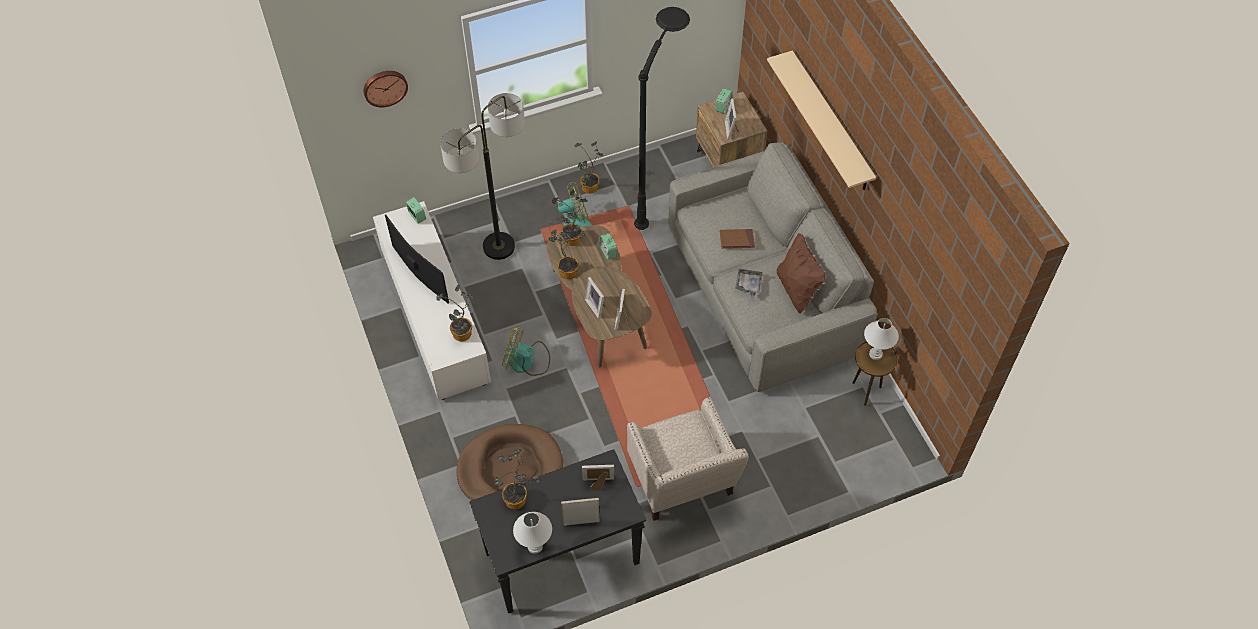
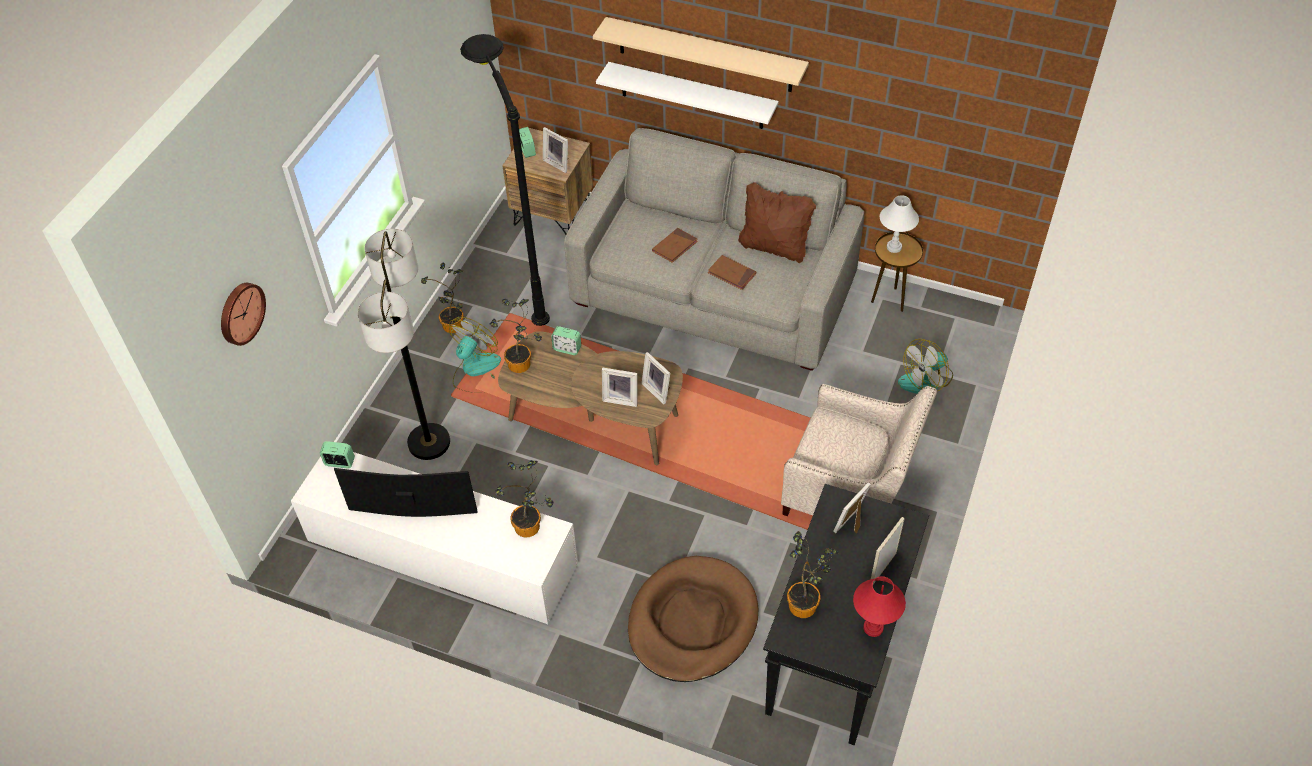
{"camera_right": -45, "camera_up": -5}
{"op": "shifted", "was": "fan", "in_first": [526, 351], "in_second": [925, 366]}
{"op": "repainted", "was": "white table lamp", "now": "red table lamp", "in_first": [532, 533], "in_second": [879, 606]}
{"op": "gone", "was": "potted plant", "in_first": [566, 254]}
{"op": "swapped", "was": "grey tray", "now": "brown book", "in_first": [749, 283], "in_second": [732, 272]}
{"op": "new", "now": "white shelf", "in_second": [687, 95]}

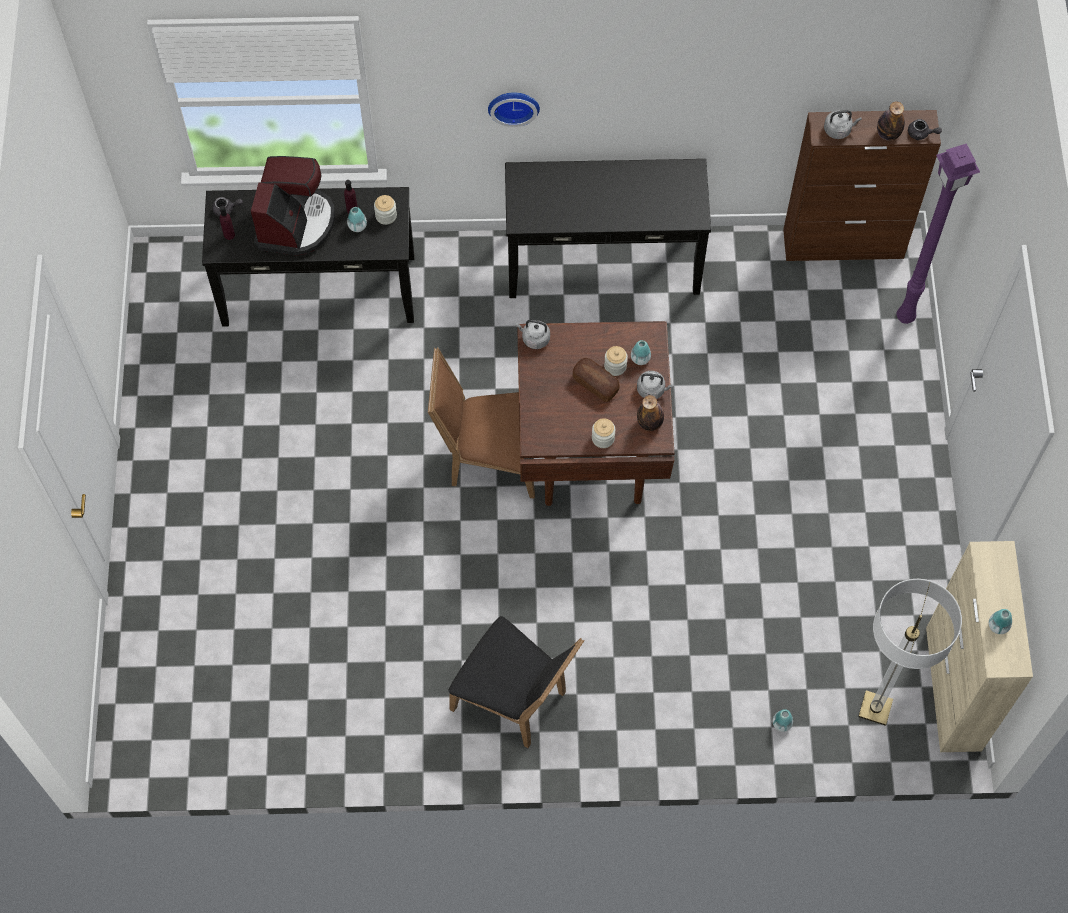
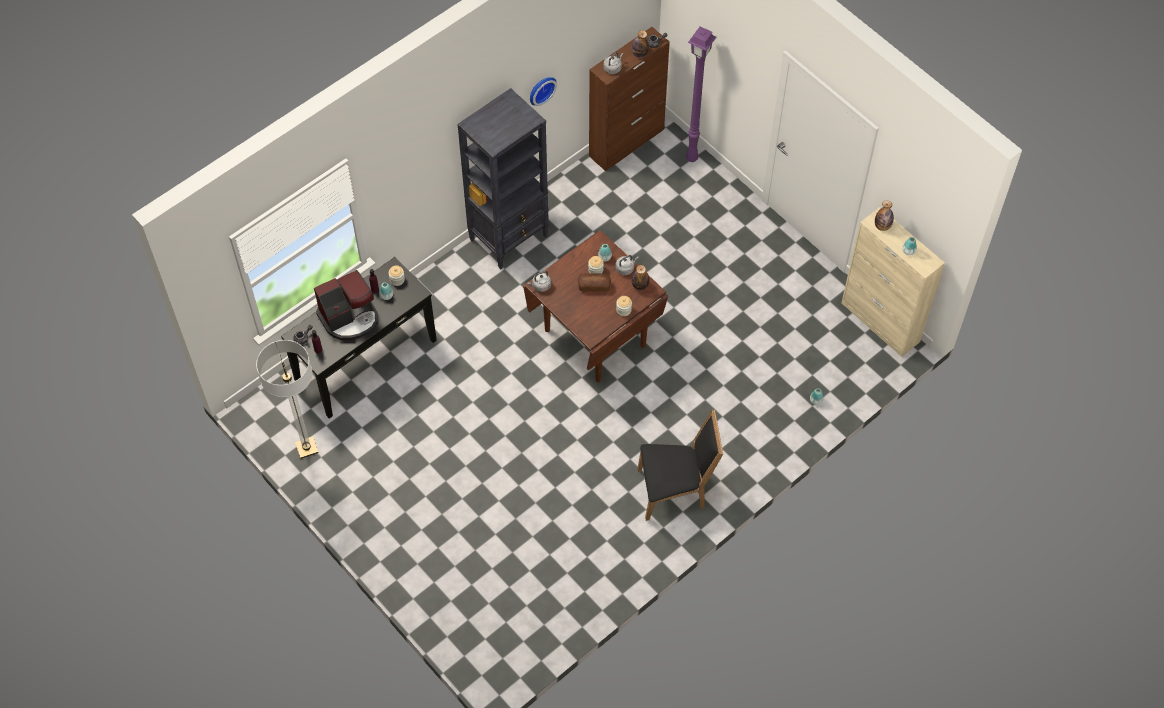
{"camera_right": -40, "camera_up": -5}
{"op": "rotated", "was": "coffee machine", "in_first": [293, 206], "in_second": [346, 305], "clockwise": 90}
{"op": "gone", "was": "brown chair", "in_first": [481, 423]}
{"op": "shifted", "was": "wall clock", "in_first": [514, 110], "in_second": [543, 91]}
{"op": "swapped", "was": "black console table", "now": "black bookcase", "in_first": [608, 228], "in_second": [503, 179]}
{"op": "shifted", "was": "floor lamp", "in_first": [910, 652], "in_second": [287, 399]}
{"op": "new", "now": "bottle", "in_second": [884, 216]}

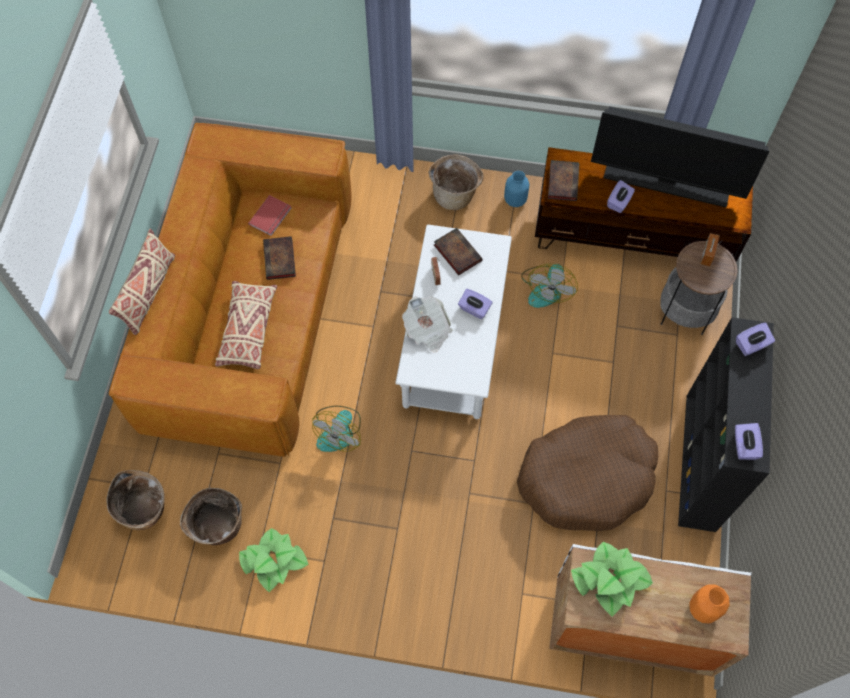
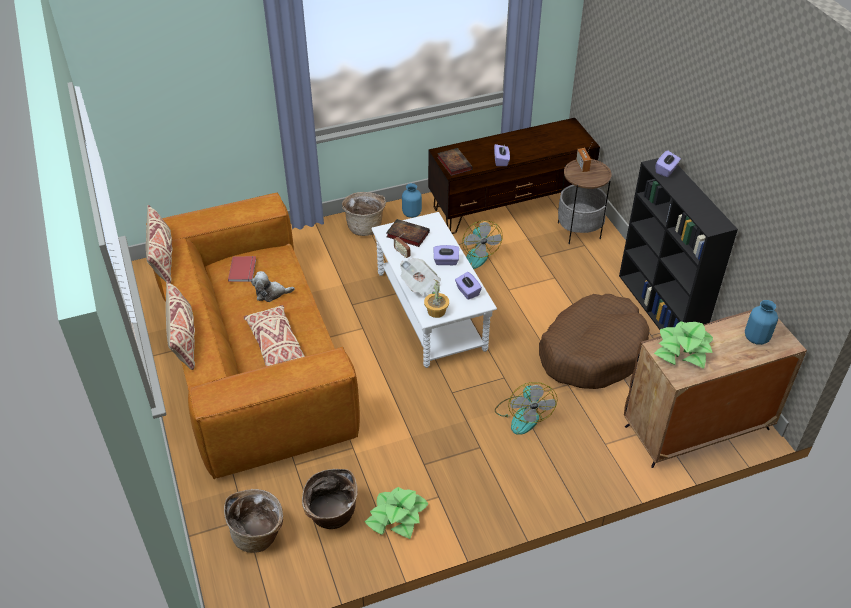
{"camera_right": -30, "camera_up": -20}
{"op": "swapped", "was": "book", "now": "plush toy", "in_first": [279, 258], "in_second": [273, 286]}
{"op": "shifted", "was": "fan", "in_first": [336, 429], "in_second": [526, 408]}
{"op": "repainted", "was": "white cabinet", "now": "brown cabinet", "in_first": [650, 610], "in_second": [715, 389]}
{"op": "gone", "was": "television", "in_first": [680, 156]}
{"op": "repainted", "was": "orange vase", "now": "blue vase", "in_first": [709, 603], "in_second": [761, 322]}
{"op": "shifted", "was": "purple tissue box", "in_first": [749, 441], "in_second": [468, 286]}
{"op": "new", "now": "beige pillow", "in_second": [159, 244]}
{"op": "new", "now": "potted plant", "in_second": [436, 299]}

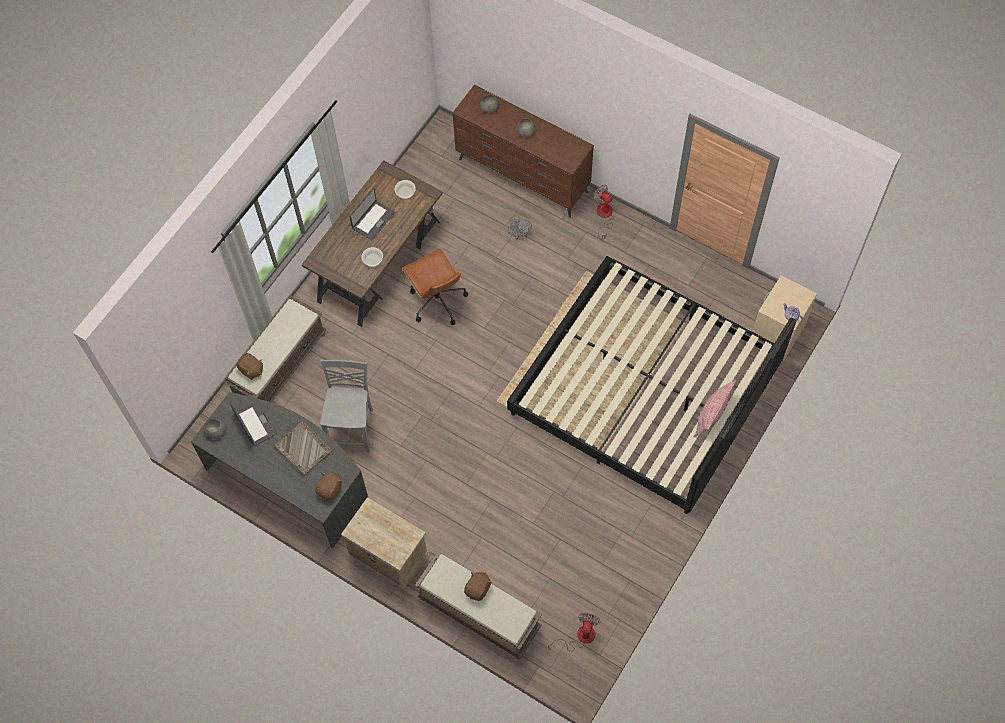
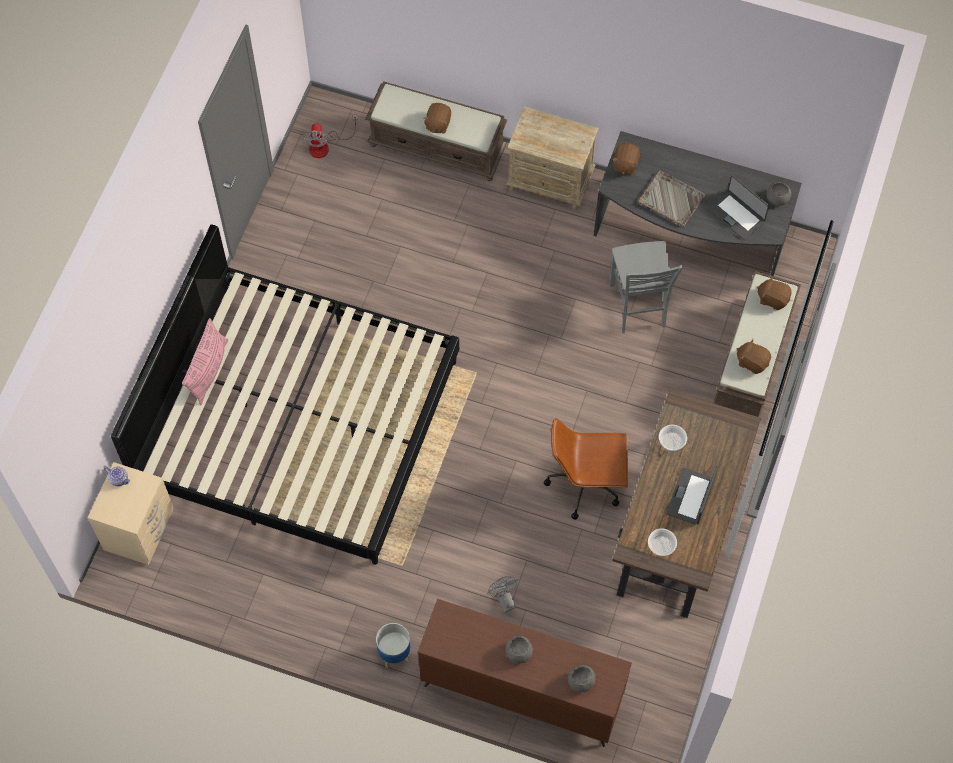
{"camera_right": 165, "camera_up": 0}
{"op": "rotated", "was": "brown office chair", "in_first": [435, 287], "in_second": [586, 469], "clockwise": -45}
{"op": "swapped", "was": "fan", "now": "planter", "in_first": [603, 212], "in_second": [393, 645]}
{"op": "new", "now": "brown plush toy", "in_second": [754, 356]}

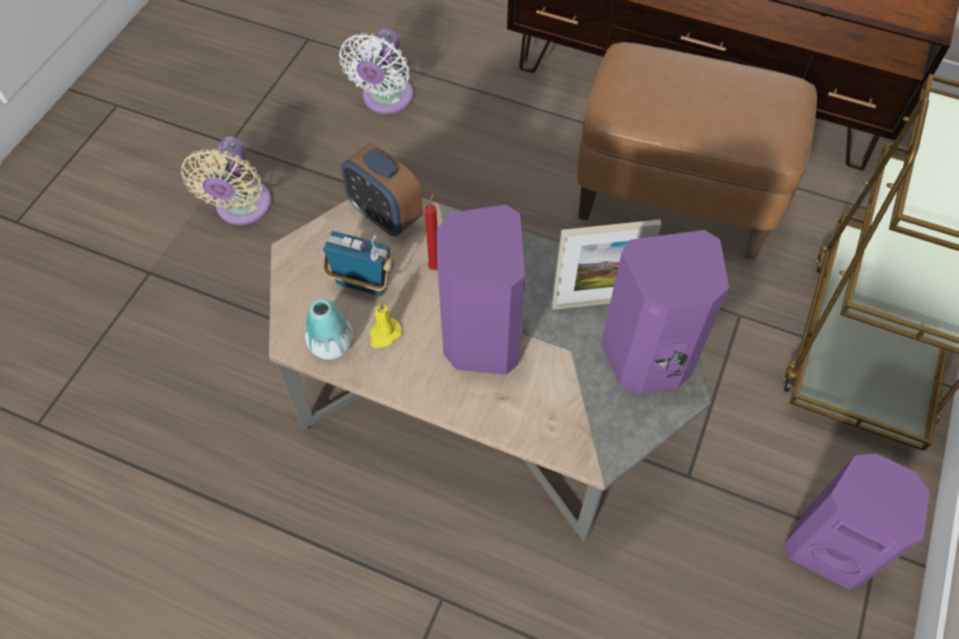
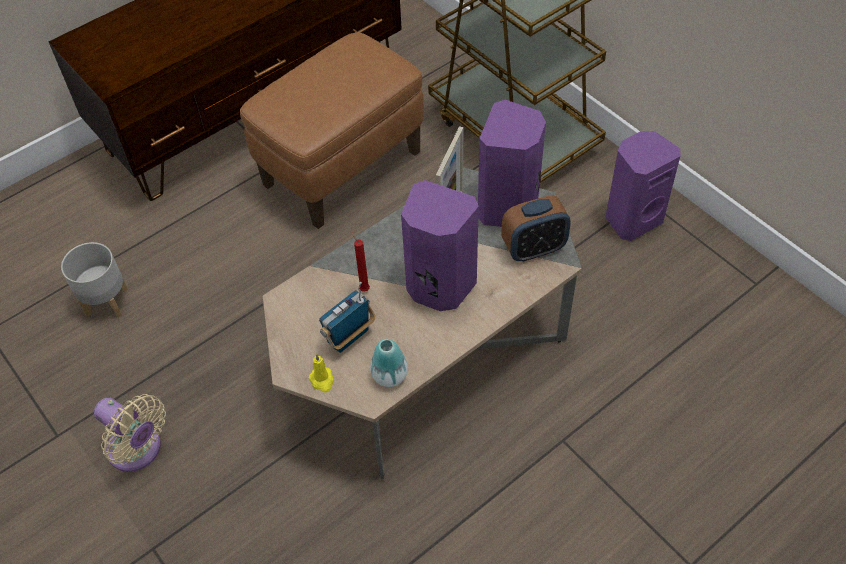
{"camera_right": -60, "camera_up": -5}
{"op": "swapped", "was": "white fan", "now": "grey planter", "in_first": [376, 71], "in_second": [94, 280]}
{"op": "shifted", "was": "alarm clock", "in_first": [382, 189], "in_second": [536, 228]}
{"op": "shifted", "was": "yellow candle", "in_first": [386, 325], "in_second": [321, 373]}

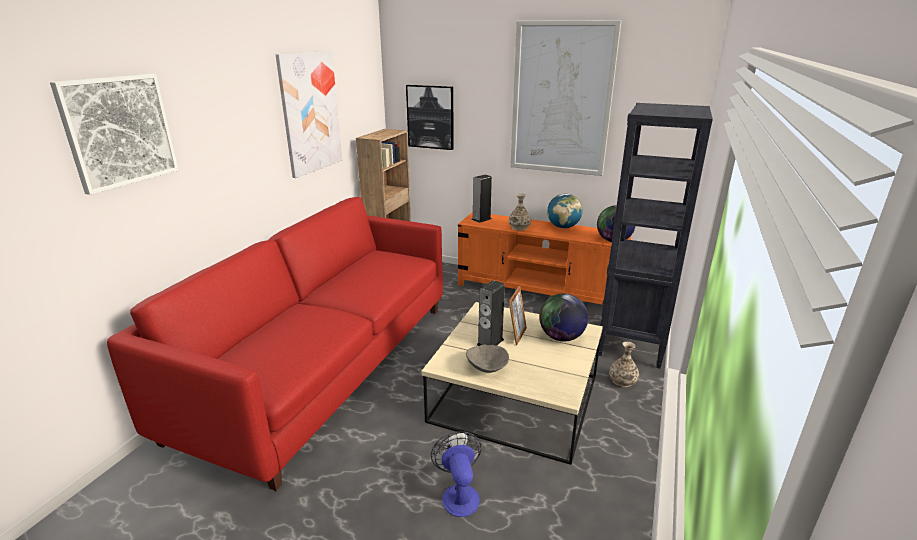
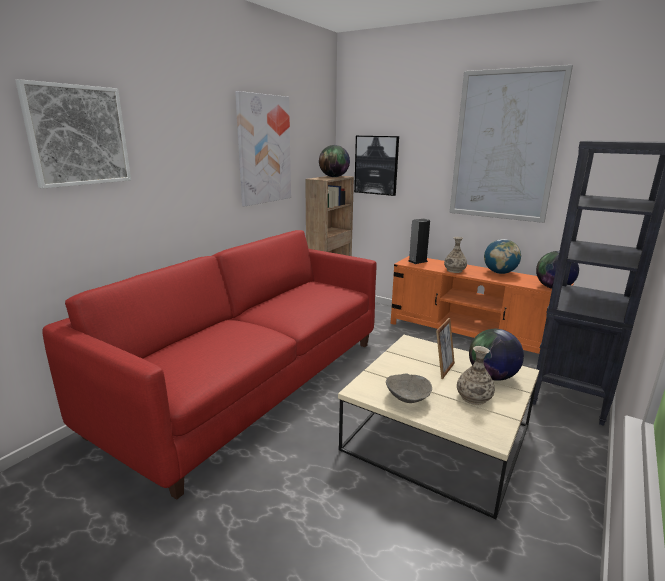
{"camera_right": 10, "camera_up": -5}
{"op": "gone", "was": "fan", "in_first": [456, 474]}
{"op": "gone", "was": "speaker", "in_first": [491, 313]}
{"op": "shifted", "was": "vase", "in_first": [624, 364], "in_second": [476, 375]}
{"op": "new", "now": "globe", "in_second": [334, 161]}

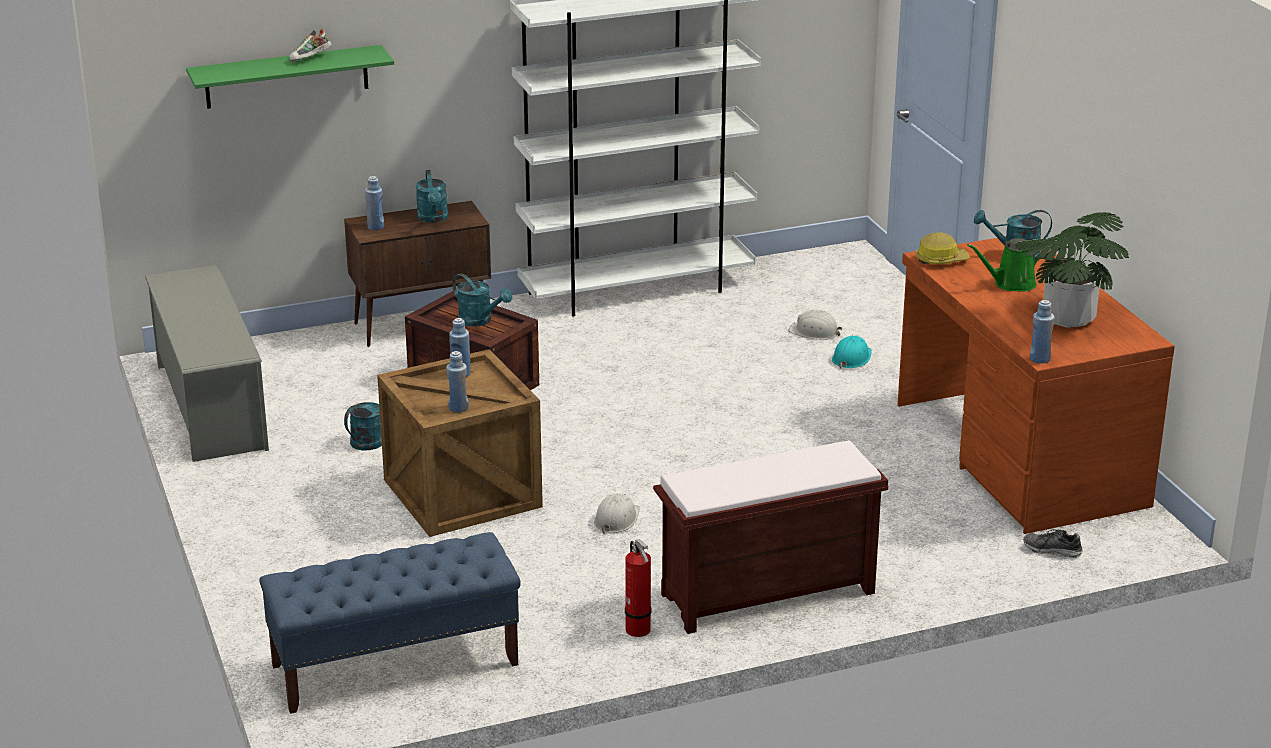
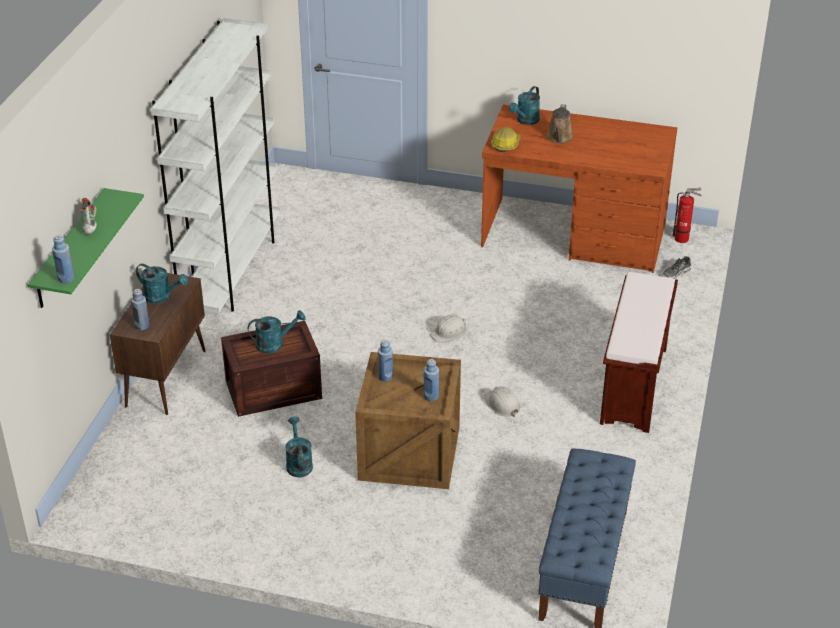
{"camera_right": -55, "camera_up": 10}
{"op": "gone", "was": "grey shoe rack", "in_first": [207, 363]}
{"op": "shifted", "was": "fire extinguisher", "in_first": [638, 588], "in_second": [687, 215]}
{"op": "shifted", "was": "white hard hat", "in_first": [815, 325], "in_second": [448, 328]}
{"op": "gone", "was": "turquoise hard hat", "in_first": [852, 352]}
{"op": "repainted", "was": "green watering can", "now": "brown watering can", "in_first": [1003, 264], "in_second": [560, 124]}
{"op": "gone", "was": "potted plant", "in_first": [1072, 270]}
{"op": "shifted", "was": "blue bottle", "in_first": [1042, 332], "in_second": [63, 259]}

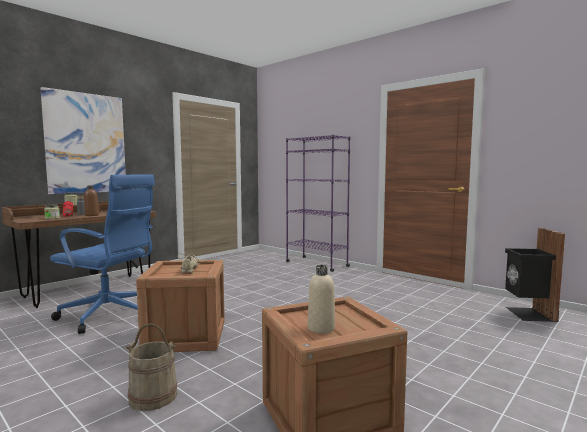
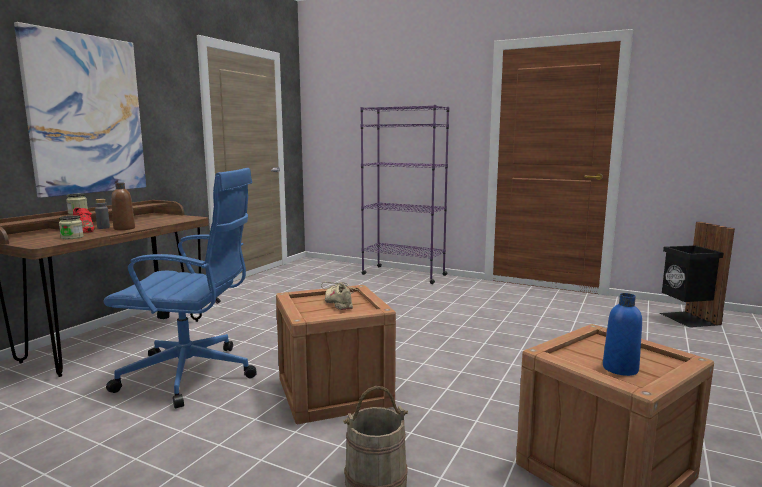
{"camera_right": -15, "camera_up": 5}
{"op": "repainted", "was": "beige bottle", "now": "blue bottle", "in_first": [321, 299], "in_second": [622, 334]}

